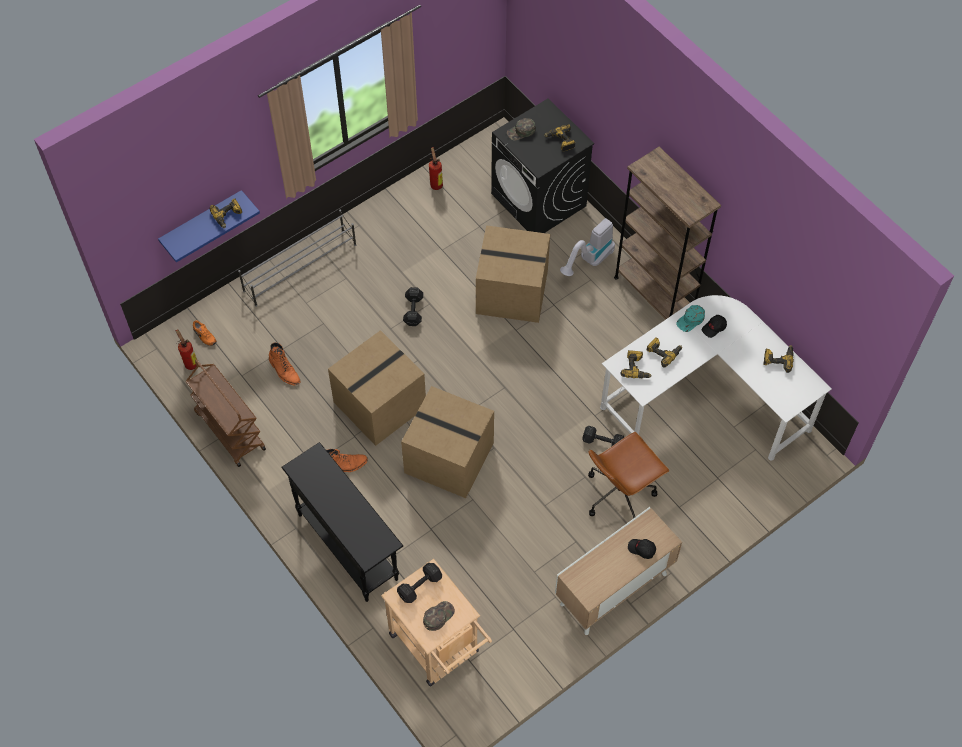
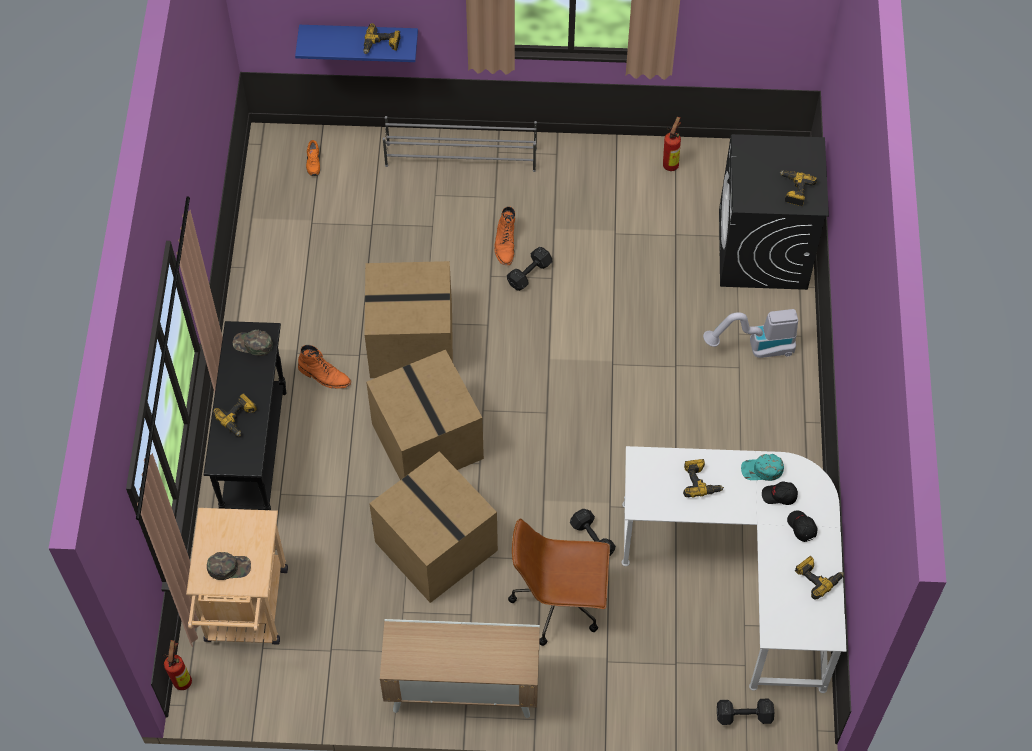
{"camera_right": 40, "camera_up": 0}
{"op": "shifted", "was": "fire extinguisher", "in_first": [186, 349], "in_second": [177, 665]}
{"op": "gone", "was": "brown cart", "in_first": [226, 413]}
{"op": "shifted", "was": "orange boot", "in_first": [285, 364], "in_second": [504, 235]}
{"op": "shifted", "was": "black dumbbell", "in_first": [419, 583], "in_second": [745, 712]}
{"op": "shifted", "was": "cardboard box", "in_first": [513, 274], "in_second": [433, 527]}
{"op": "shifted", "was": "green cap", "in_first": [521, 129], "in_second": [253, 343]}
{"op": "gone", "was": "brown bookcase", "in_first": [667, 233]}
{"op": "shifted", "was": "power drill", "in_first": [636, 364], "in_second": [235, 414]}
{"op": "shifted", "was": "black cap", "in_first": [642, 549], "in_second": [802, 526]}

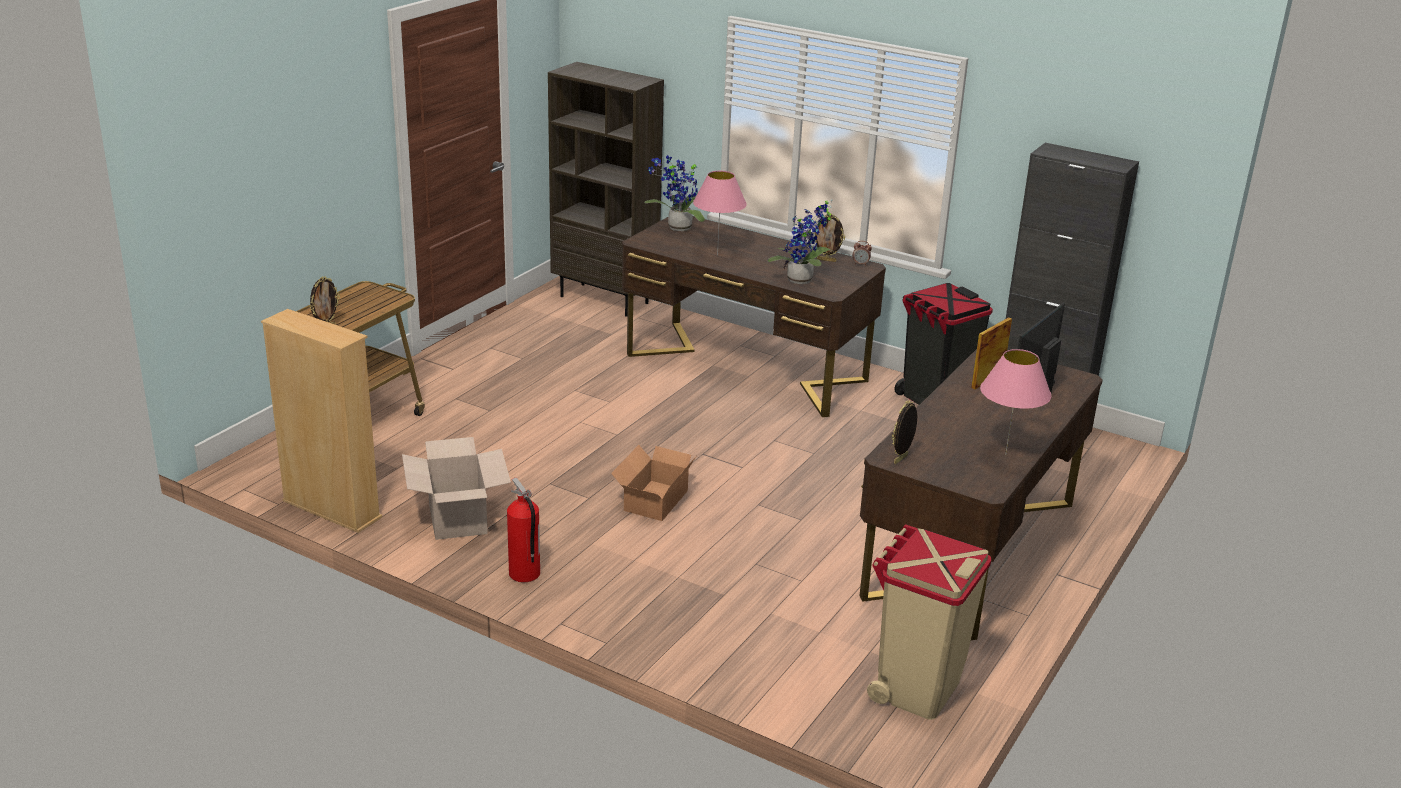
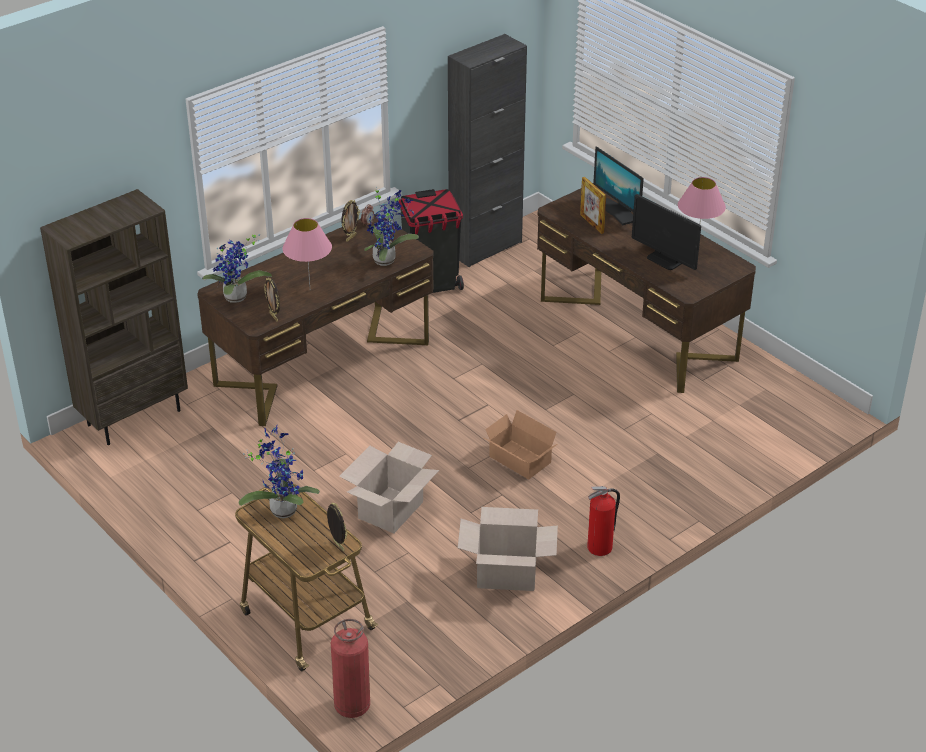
{"camera_right": -70, "camera_up": 10}
{"op": "gone", "was": "beige bookcase", "in_first": [321, 421]}
{"op": "gone", "was": "beige trash can", "in_first": [929, 622]}
{"op": "shifted", "was": "picture frame", "in_first": [904, 432], "in_second": [272, 299]}
{"op": "new", "now": "potted plant", "in_second": [279, 471]}
{"op": "new", "now": "fire extinguisher", "in_second": [350, 668]}
{"op": "new", "now": "cardboard box", "in_second": [389, 487]}
{"op": "new", "now": "monitor", "in_second": [666, 232]}

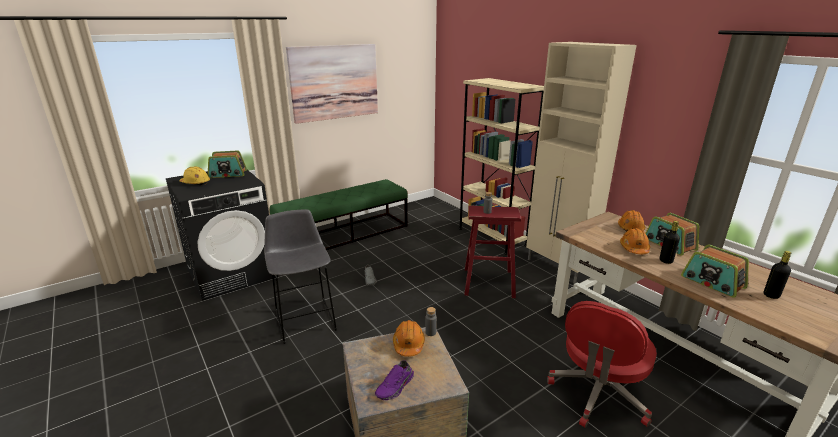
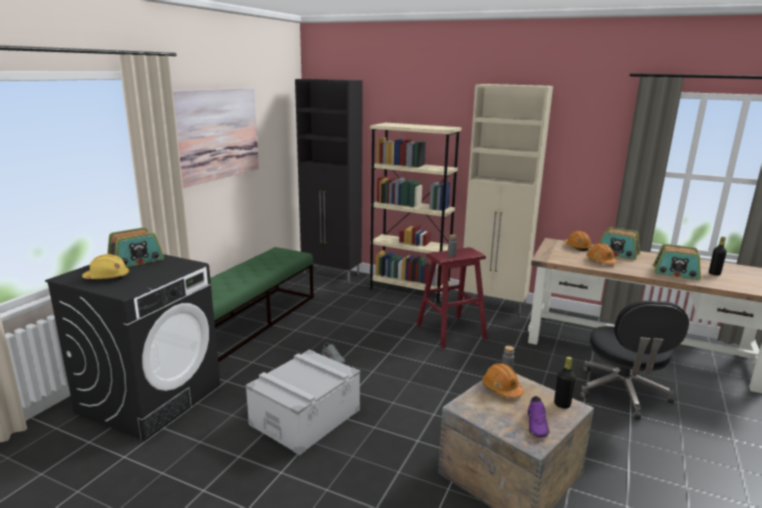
{"camera_right": -30, "camera_up": -5}
{"op": "swapped", "was": "grey stool", "now": "grey storage box", "in_first": [300, 276], "in_second": [302, 402]}
{"op": "repainted", "was": "red office chair", "now": "black office chair", "in_first": [602, 364], "in_second": [634, 360]}
{"op": "shifted", "was": "black bottle", "in_first": [670, 242], "in_second": [565, 383]}
{"op": "new", "now": "black cabinet", "in_second": [329, 180]}

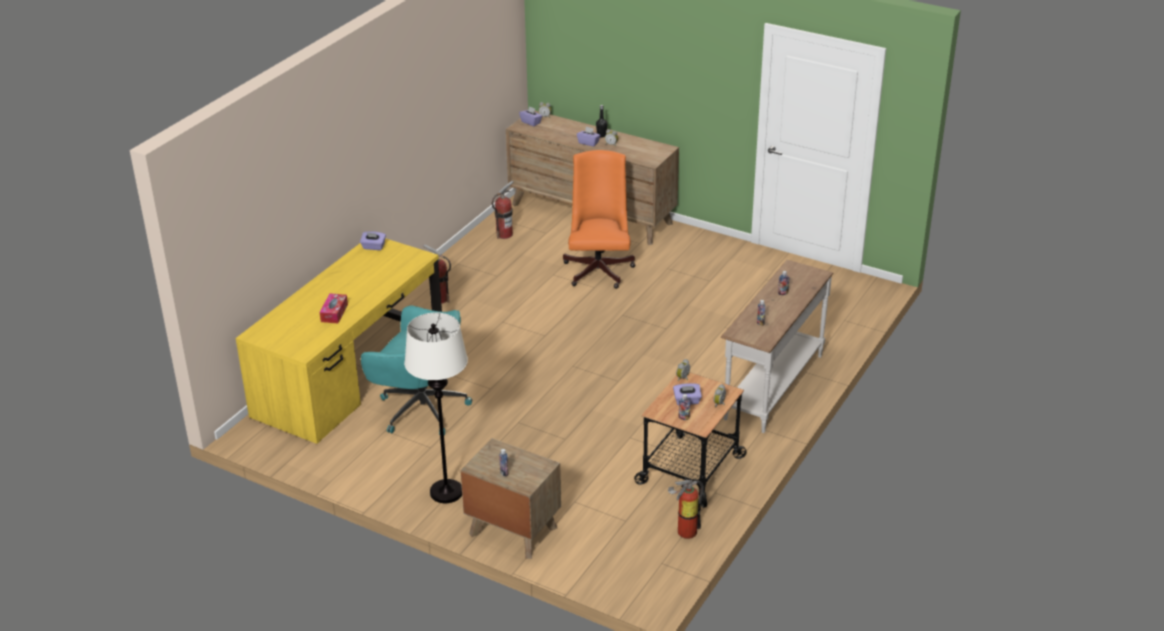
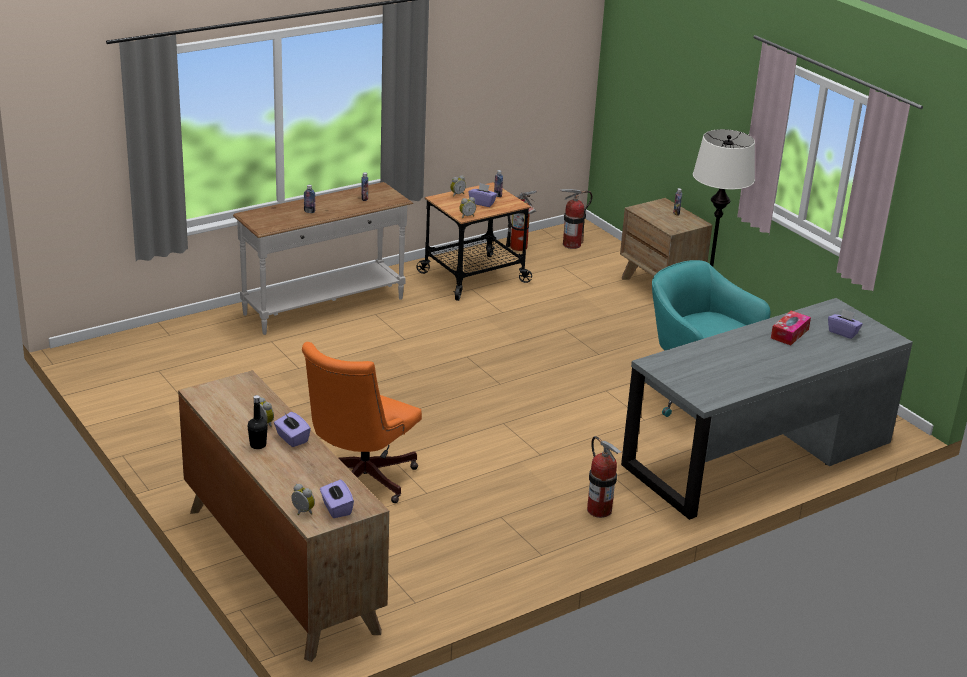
{"camera_right": -155, "camera_up": -5}
{"op": "repainted", "was": "yellow desk", "now": "grey desk", "in_first": [339, 341], "in_second": [767, 409]}
{"op": "shifted", "was": "purple tissue box", "in_first": [373, 240], "in_second": [845, 324]}
{"op": "shifted", "was": "fire extinguisher", "in_first": [503, 210], "in_second": [576, 219]}

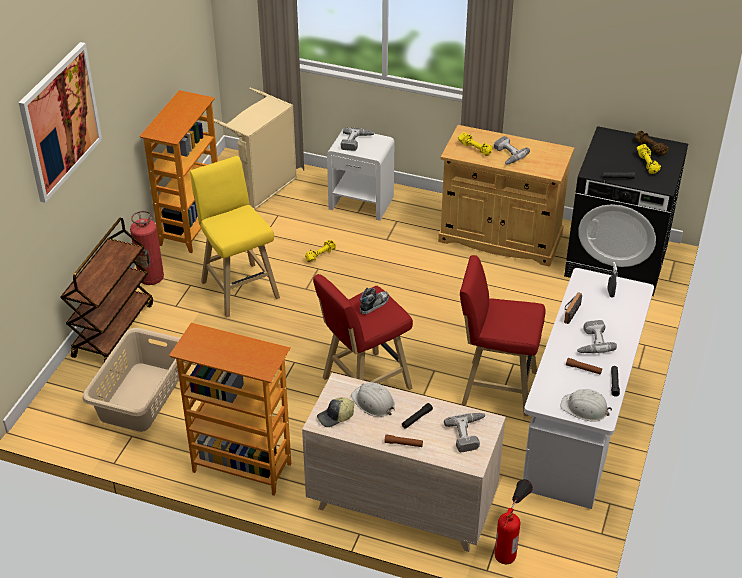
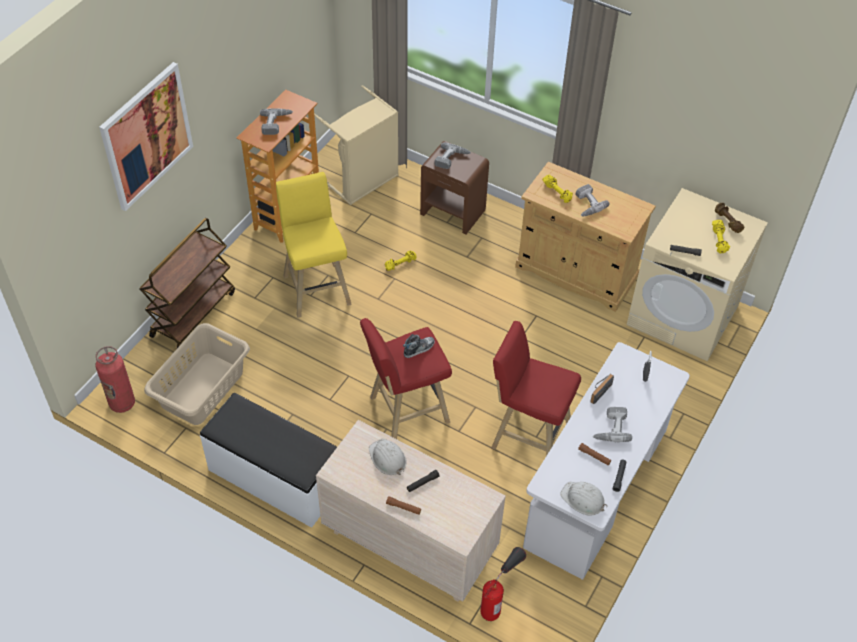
{"camera_right": 10, "camera_up": 10}
{"op": "shifted", "was": "fire extinguisher", "in_first": [147, 248], "in_second": [115, 379]}
{"op": "swapped", "was": "bookcase", "now": "white bench", "in_first": [230, 409], "in_second": [268, 460]}
{"op": "gone", "was": "cap", "in_first": [335, 412]}
{"op": "repainted", "was": "white nightstand", "now": "brown nightstand", "in_first": [361, 175], "in_second": [454, 187]}
{"op": "shifted", "was": "power drill", "in_first": [464, 432], "in_second": [276, 121]}
{"op": "repainted", "was": "black washing machine", "now": "beige washing machine", "in_first": [626, 211], "in_second": [697, 274]}

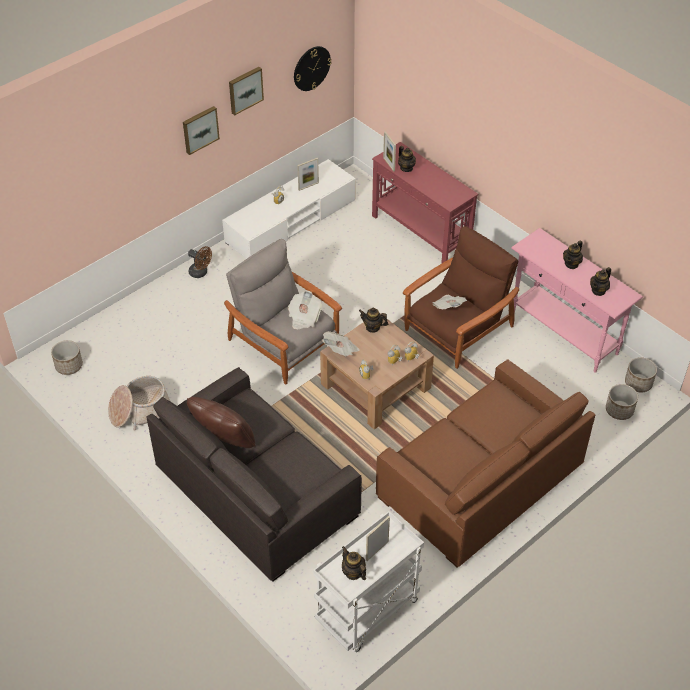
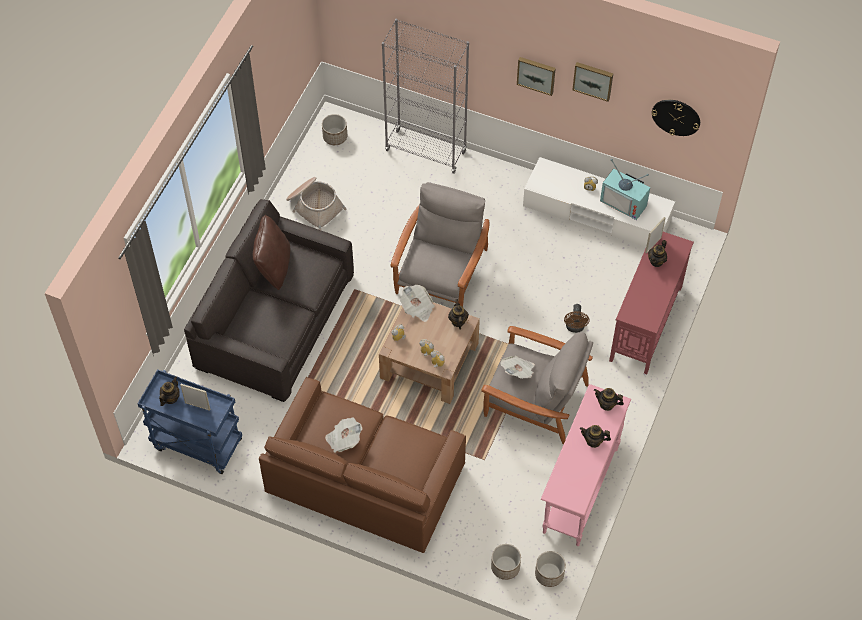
{"camera_right": 65, "camera_up": 10}
{"op": "shifted", "was": "brown fan", "in_first": [200, 262], "in_second": [577, 318]}
{"op": "shifted", "was": "newspaper", "in_first": [305, 310], "in_second": [343, 435]}
{"op": "swapped", "was": "picture frame", "now": "television", "in_first": [308, 174], "in_second": [625, 189]}
{"op": "repainted", "was": "white cart", "now": "blue cart", "in_first": [368, 581], "in_second": [189, 421]}
{"op": "repainted", "was": "brown armchair", "now": "grey armchair", "in_first": [461, 297], "in_second": [537, 385]}
{"op": "shifted", "was": "teapot", "in_first": [600, 281], "in_second": [609, 399]}
{"op": "new", "now": "grey bookcase", "in_second": [425, 96]}

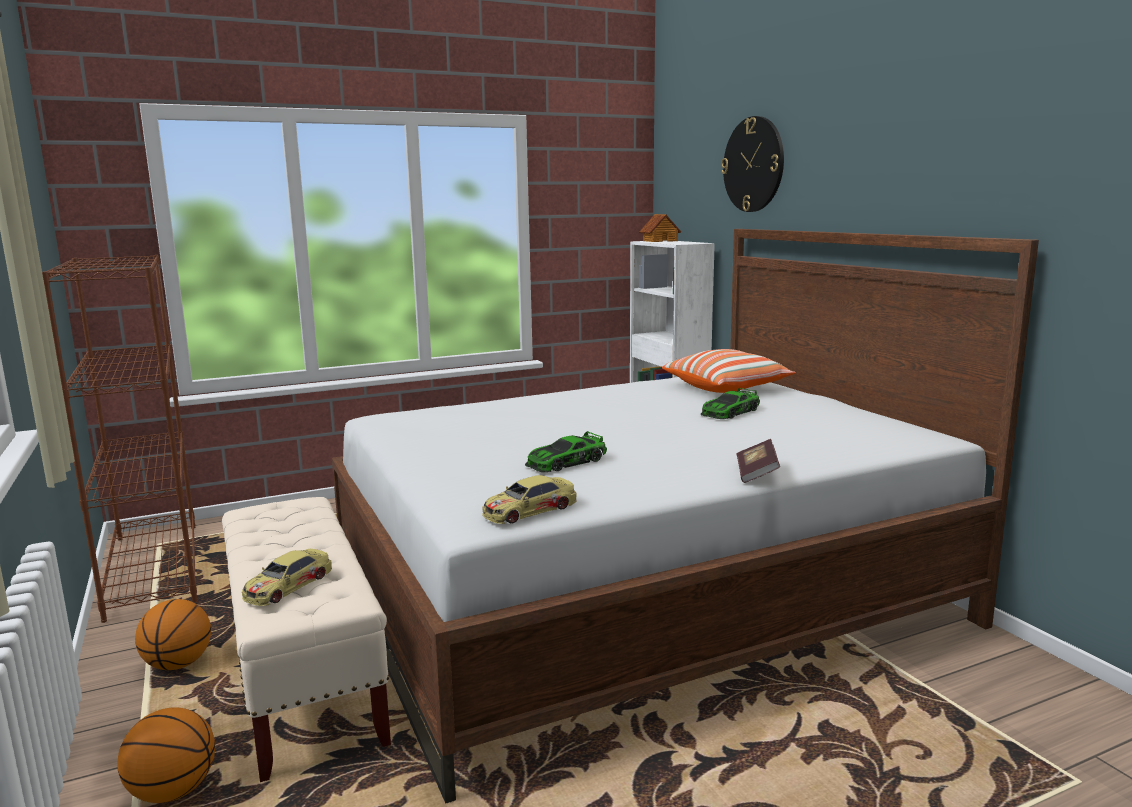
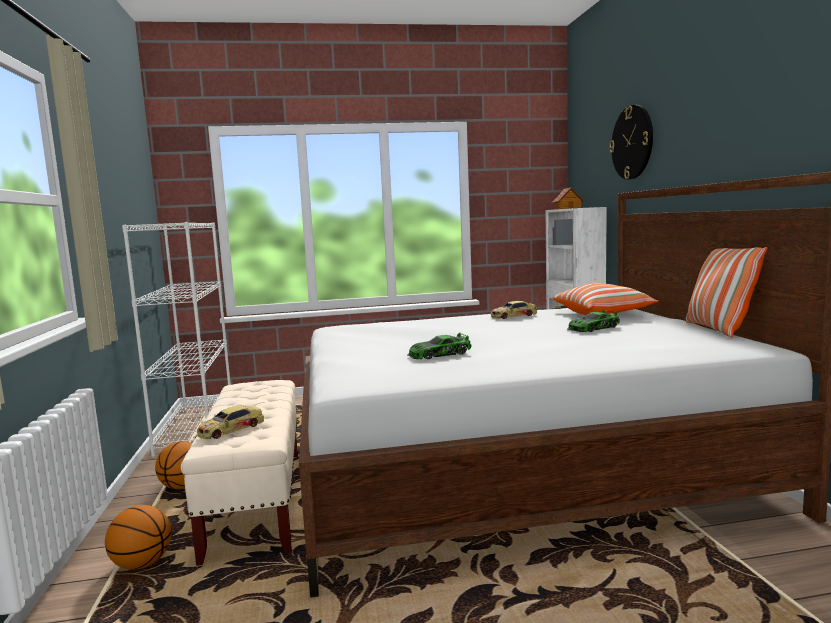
{"camera_right": 15, "camera_up": -5}
{"op": "repainted", "was": "brown bookcase", "now": "white bookcase", "in_first": [120, 439], "in_second": [176, 340]}
{"op": "shifted", "was": "toy car", "in_first": [529, 499], "in_second": [514, 310]}
{"op": "gone", "was": "book", "in_first": [758, 461]}
{"op": "new", "now": "pillow", "in_second": [726, 292]}

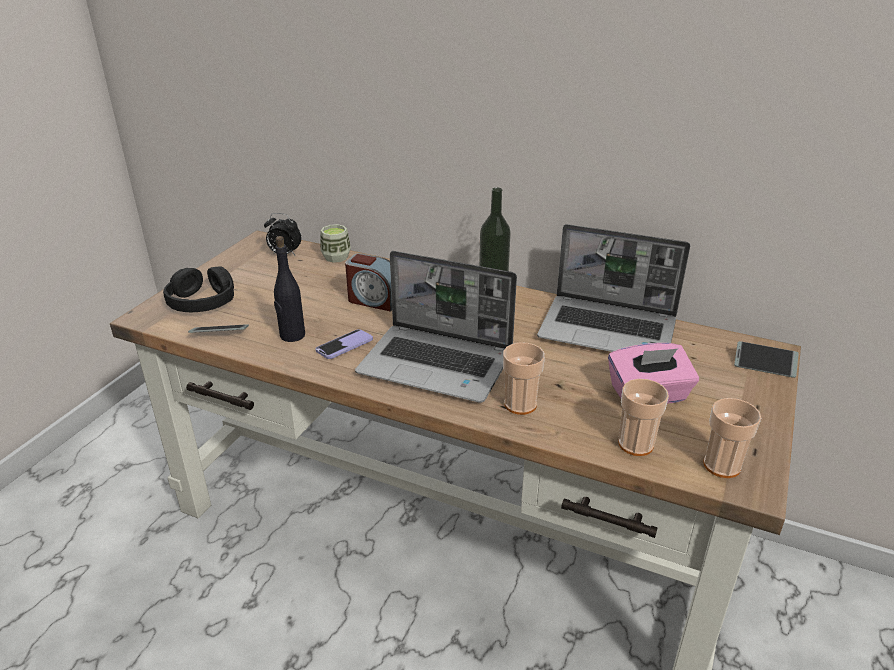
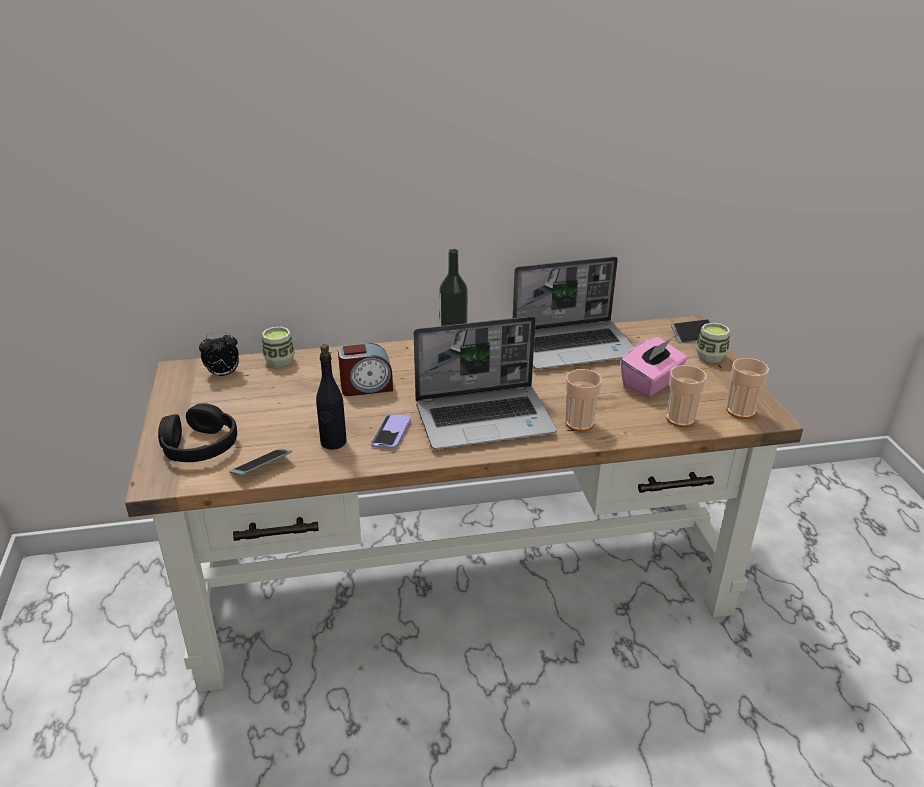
{"camera_right": -35, "camera_up": 0}
{"op": "new", "now": "cup", "in_second": [713, 343]}

